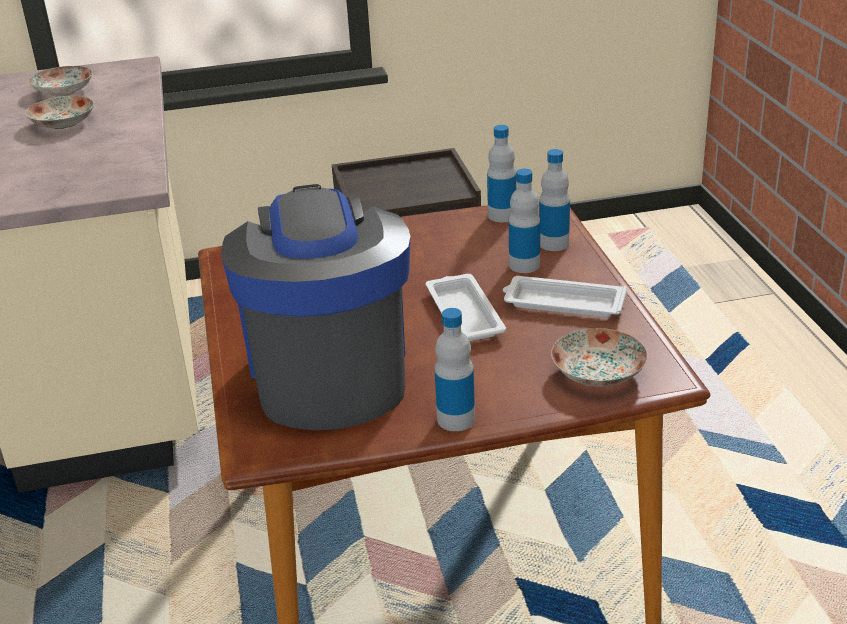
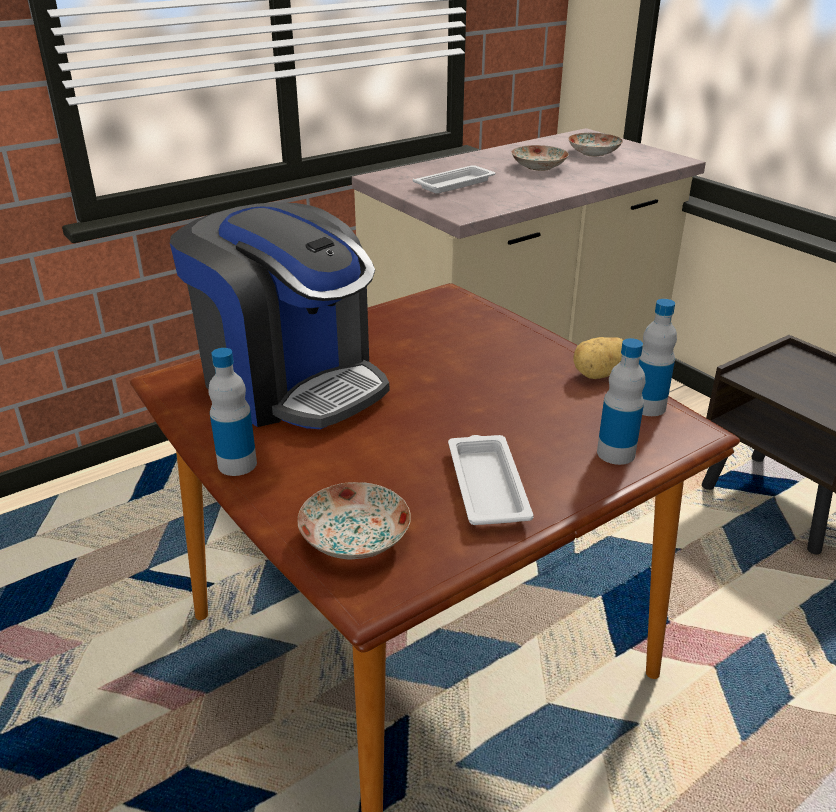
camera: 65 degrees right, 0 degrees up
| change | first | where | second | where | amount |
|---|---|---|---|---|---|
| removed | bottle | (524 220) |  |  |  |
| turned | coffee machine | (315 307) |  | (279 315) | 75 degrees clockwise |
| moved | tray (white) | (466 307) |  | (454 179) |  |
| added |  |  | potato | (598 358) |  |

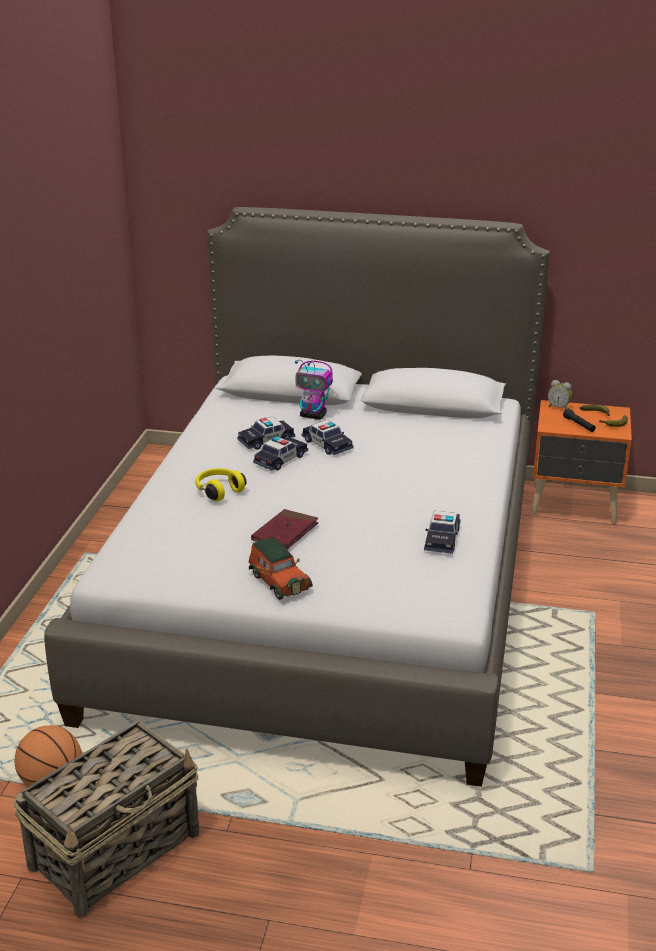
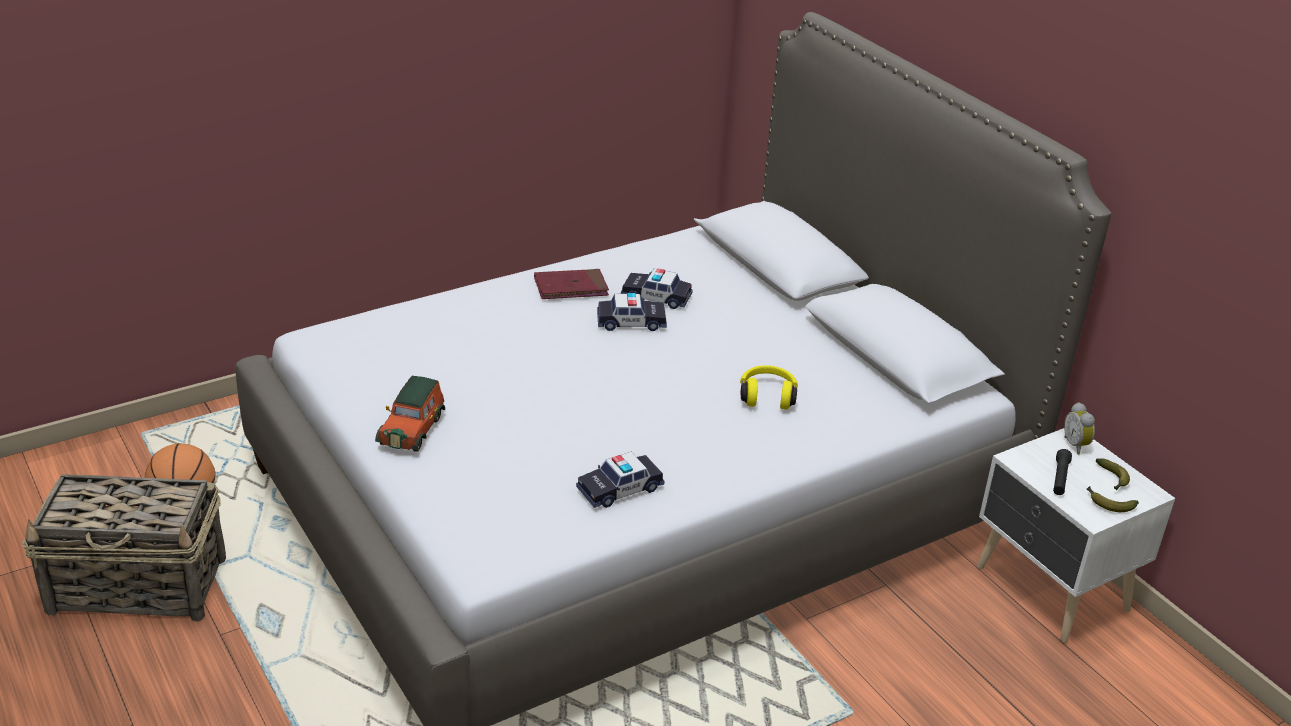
camera: 45 degrees right, 5 degrees up
| change | first | where | second | where | amount |
|---|---|---|---|---|---|
| removed | toy robot | (314 390) |  |  |  |
| recoloured | nightstand (orange) | (581 462) | nightstand (white) | (1076 535) |  |
| removed | toy car | (328 437) |  |  |  |
| moved | headphones (yellow) | (220 484) |  | (769 387) |  |
| moved | book (red) | (285 529) |  | (571 284) |  |

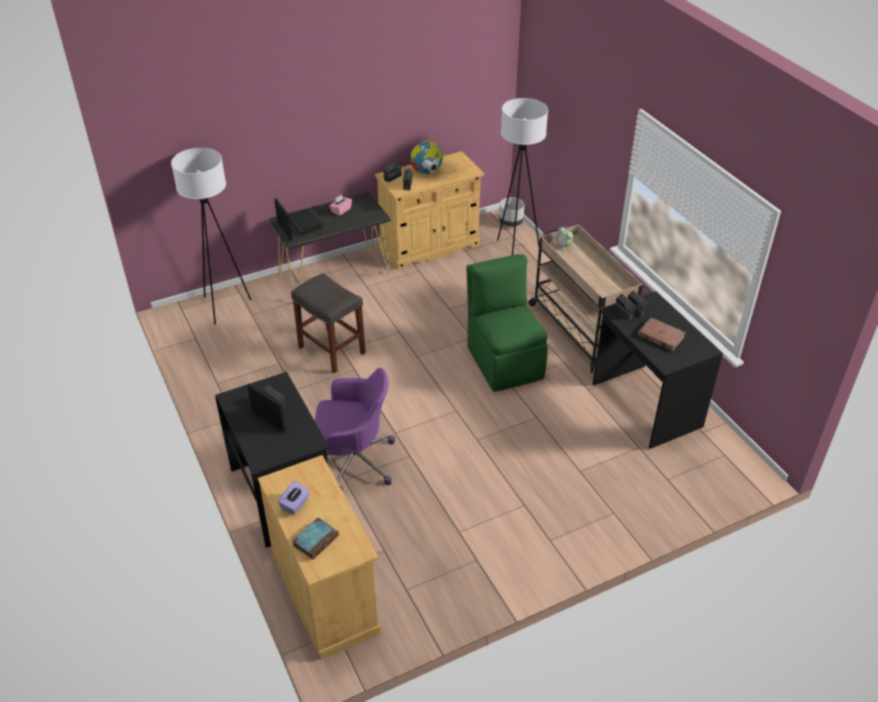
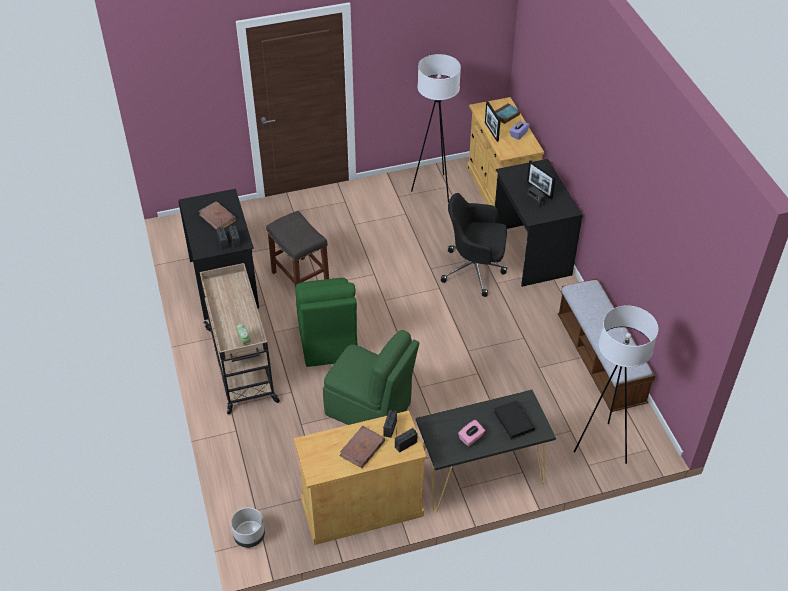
camera: 170 degrees left, 5 degrees up
| change | first | where | second | where | amount |
|---|---|---|---|---|---|
| moved | floor lamp (white) | (522 176) |  | (436 128) |  |
| replaced | globe | (427 157) | book (brown) | (362 447) |  |
| moved | picture frame | (283 219) |  | (493 121) |  |
| moved | stool (grey) | (328 323) |  | (297 249) |  |
| recoloured | office chair (purple) | (355 429) | office chair (black) | (474 245) |  |
| added |  |  | bench | (606 345) |  |
| added |  |  | chair (green) | (371 377) |  |

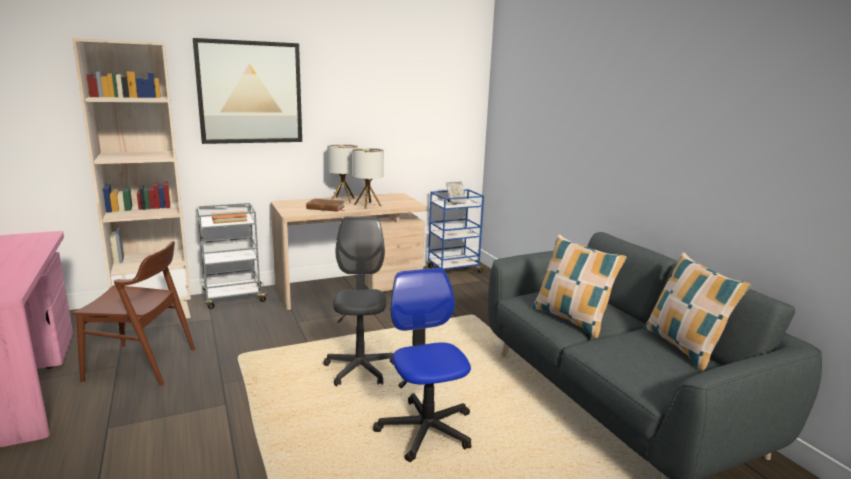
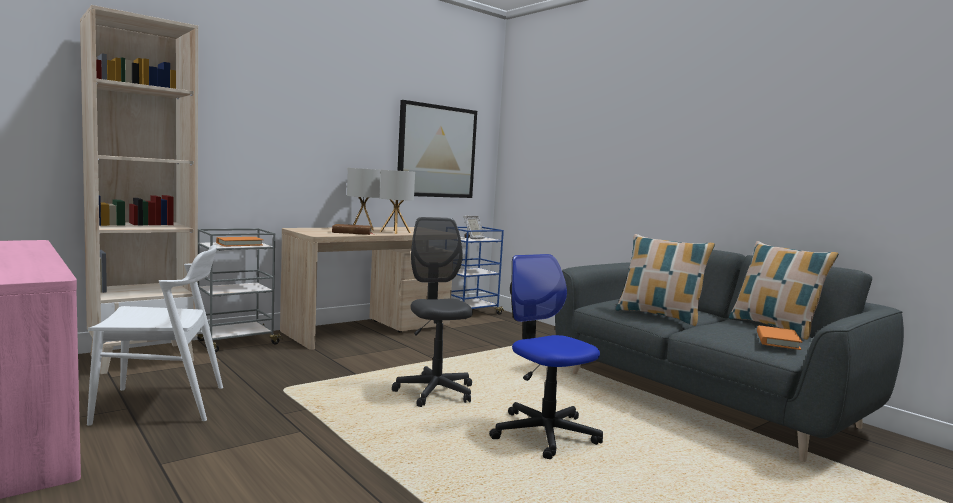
camera: 15 degrees left, 10 degrees down
| change | first | where | second | where | amount |
|---|---|---|---|---|---|
| moved | picture | (247 91) |  | (437 149) |  |
| recoloured | chair (brown) | (133 313) | chair (white) | (155 335) |  |
| added |  |  | book (orange) | (779 338) |  |

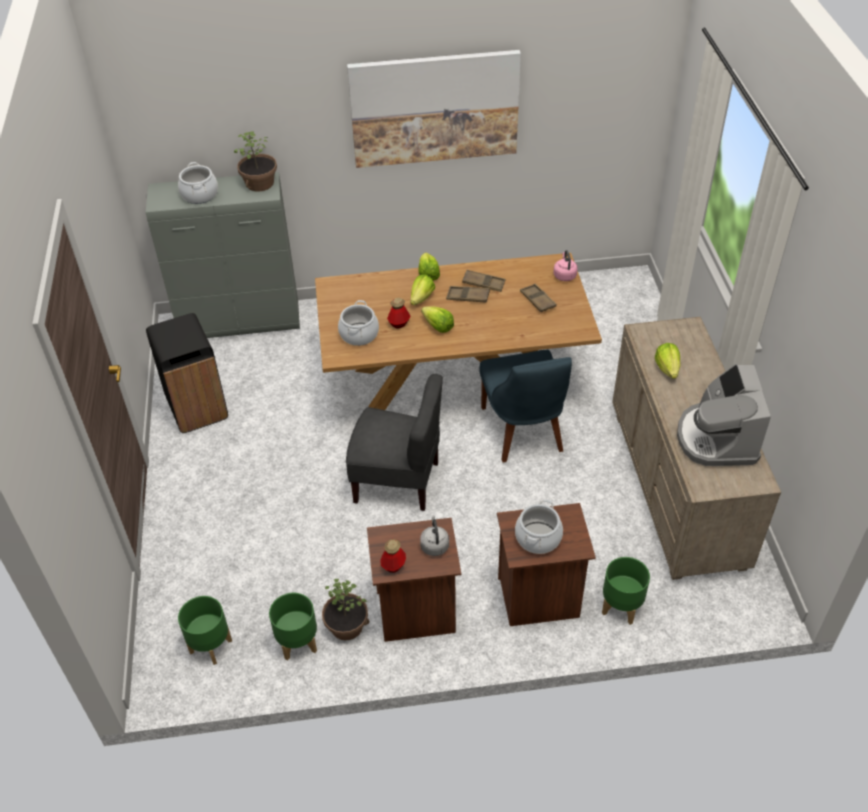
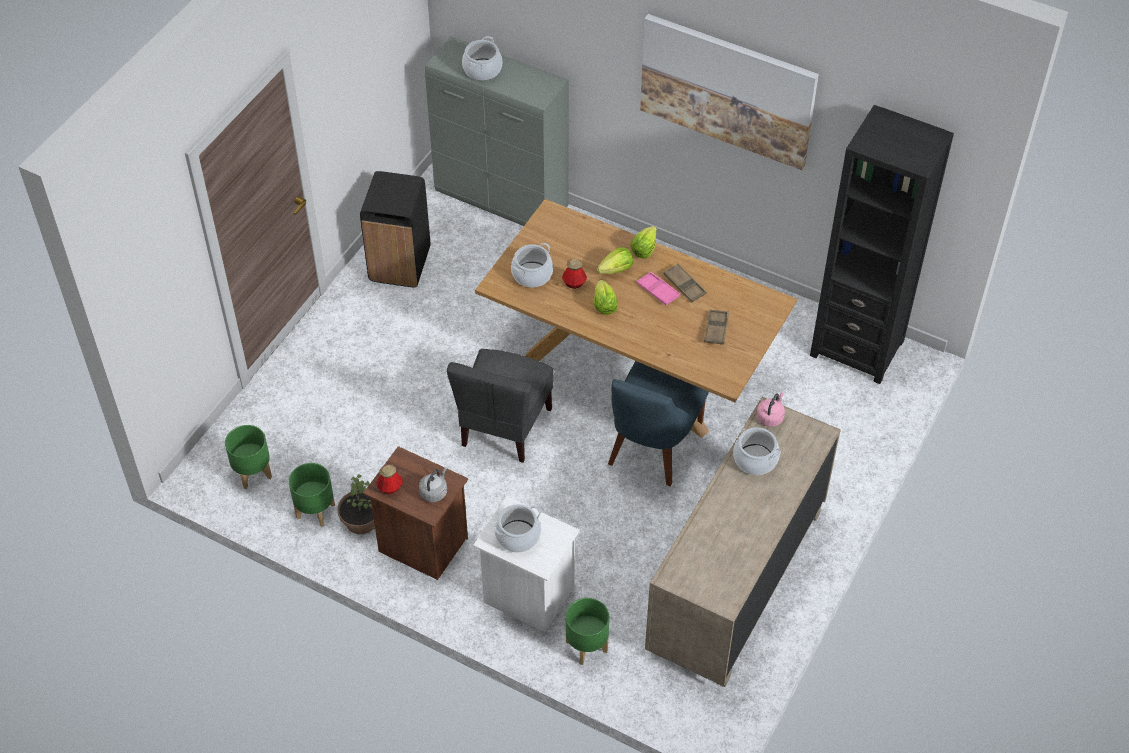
camera: 35 degrees right, 5 degrees up
| change | first | where | second | where | amount |
|---|---|---|---|---|---|
| removed | potted plant | (255 161) |  |  |  |
| moved | kettle (pink) | (566 265) |  | (771 410) |  |
| recoloured | tray (brown) | (468 294) | tray (pink) | (658 288) |  |
| replaced | lettuce | (668 361) | cooking pot | (757 451) |  |
| removed | coffee machine | (724 415) |  |  |  |
| turned | chair (grey) | (394 442) |  | (500 406) | 60 degrees clockwise |
| recoloured | nightstand (brown) | (546 564) | nightstand (white) | (526 564) |  |
| added |  |  | bookcase (black) | (882 244) |  |

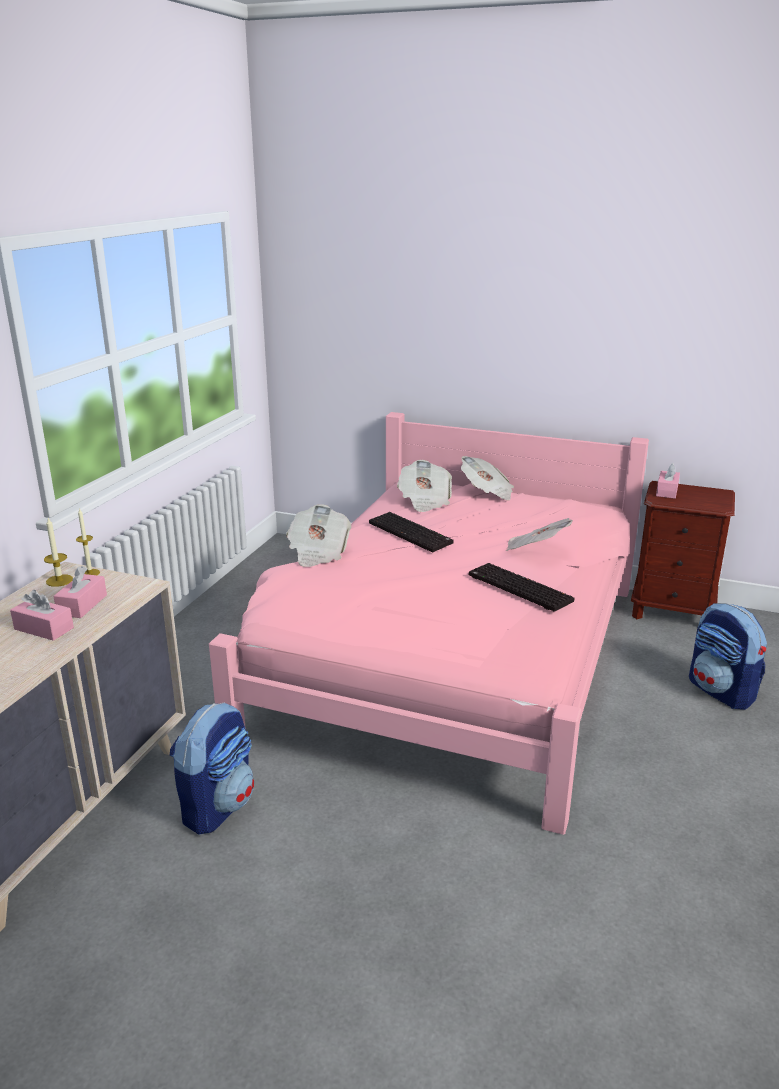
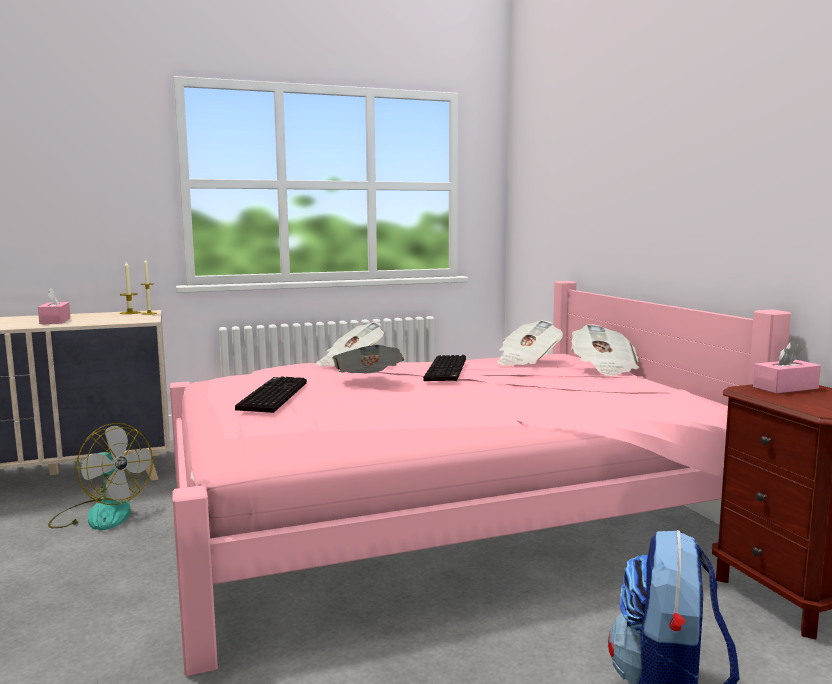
camera: 50 degrees right, 15 degrees down
| change | first | where | second | where | amount |
|---|---|---|---|---|---|
| moved | newspaper | (539 534) |  | (368 359) |  |
| moved | keyboard | (521 587) |  | (271 394) |  |
| removed | tissue box (pink) | (80 592) |  |  |  |
| replaced | backpack | (212 768) | fan | (100 476) |  |

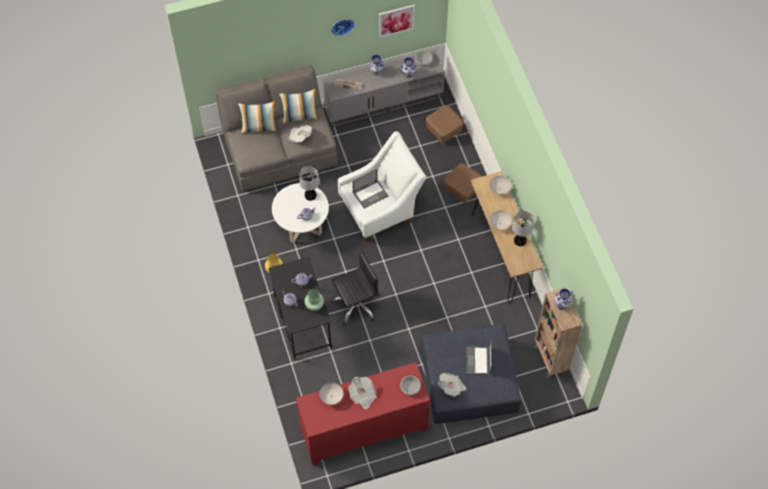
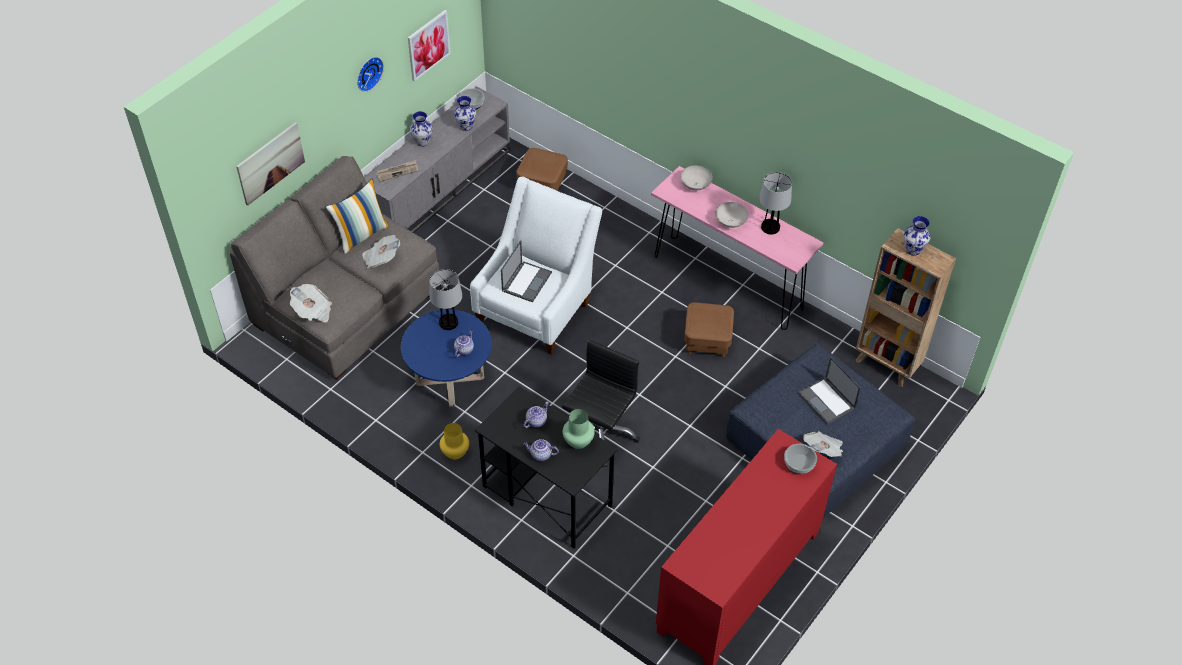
camera: 35 degrees left, 10 degrees down
| change | first | where | second | where | amount |
|---|---|---|---|---|---|
| removed | pillow | (258 117) |  |  |  |
| moved | ottoman (brown) | (463 183) |  | (709 329) |  |
| recoloured | console table (brown) | (507 237) | console table (pink) | (737 248) |  |
| recoloured | coffee table (white) | (300 213) | coffee table (blue) | (446 358) |  |
| moved | newspaper | (362 393) |  | (311 303) |  |
| removed | bowl (white) | (331 394) |  |  |  |
| added |  |  | picture | (270 164) |  |

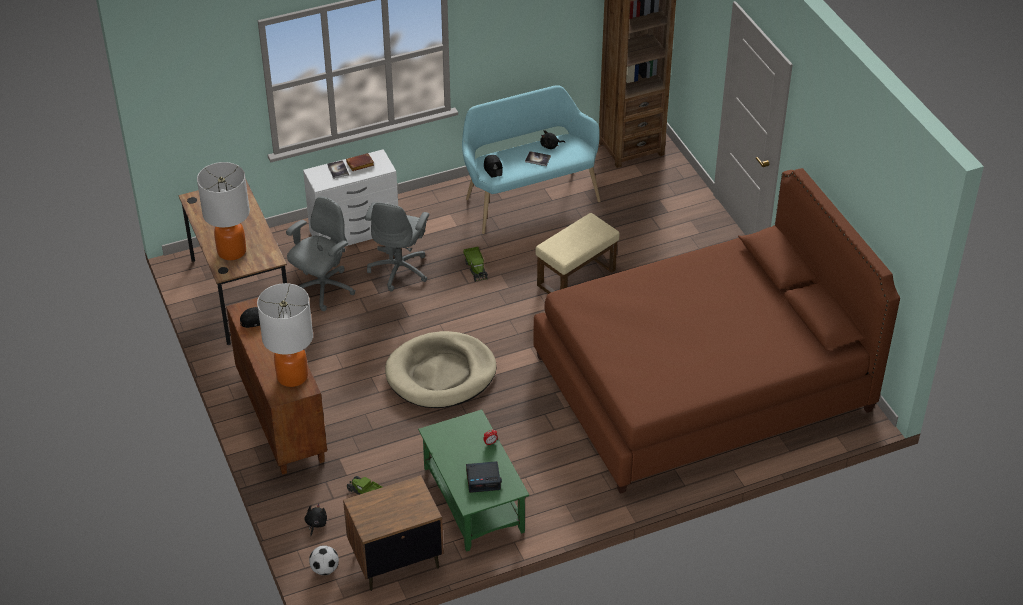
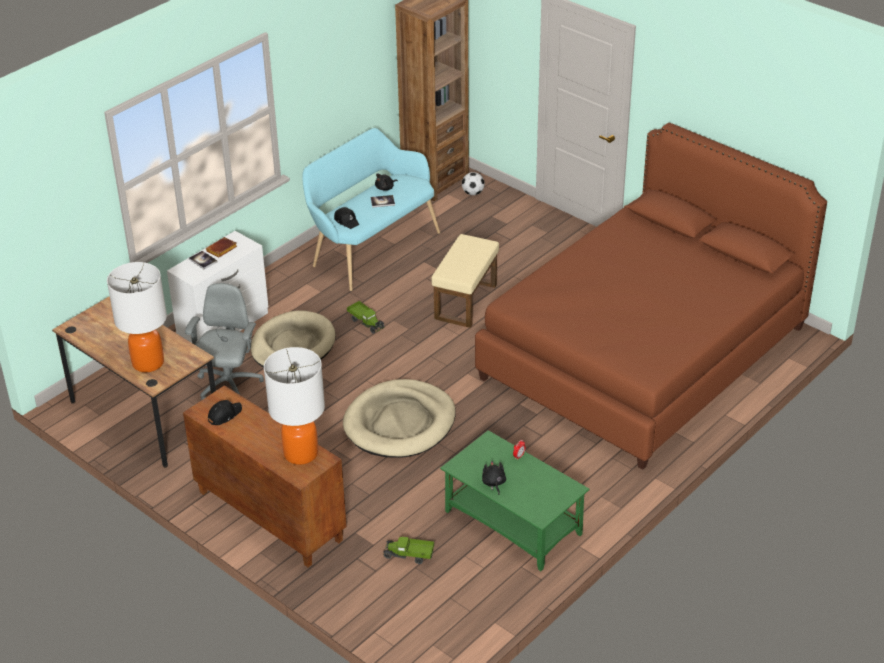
camera: 25 degrees left, 5 degrees down
| change | first | where | second | where | amount |
|---|---|---|---|---|---|
| replaced | office chair (grey) | (397 246) | dog bed (beige) | (292 339) |  |
| removed | alarm clock | (484 477) |  |  |  |
| removed | nightstand (brown) | (393 533) |  |  |  |
| moved | plush toy (black) | (316 520) |  | (494 478) |  |
| moved | football | (324 560) |  | (473 183) |  |

